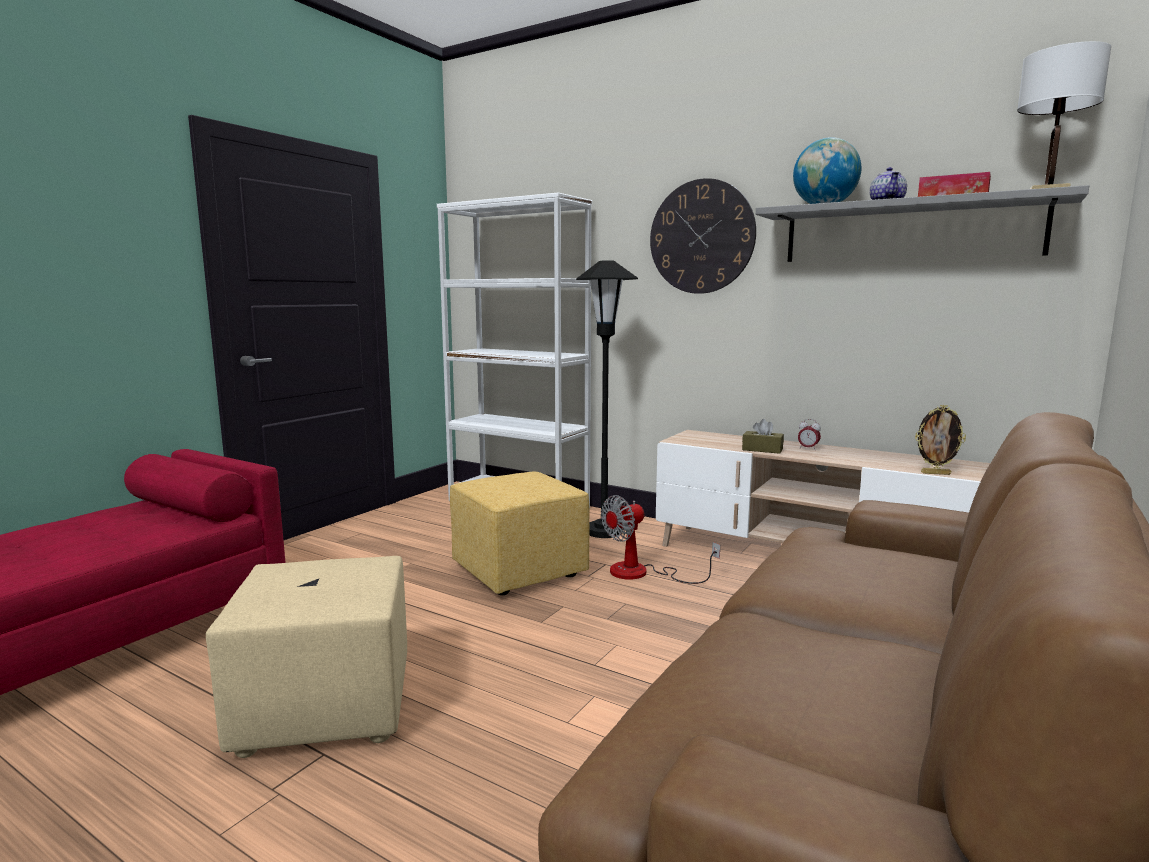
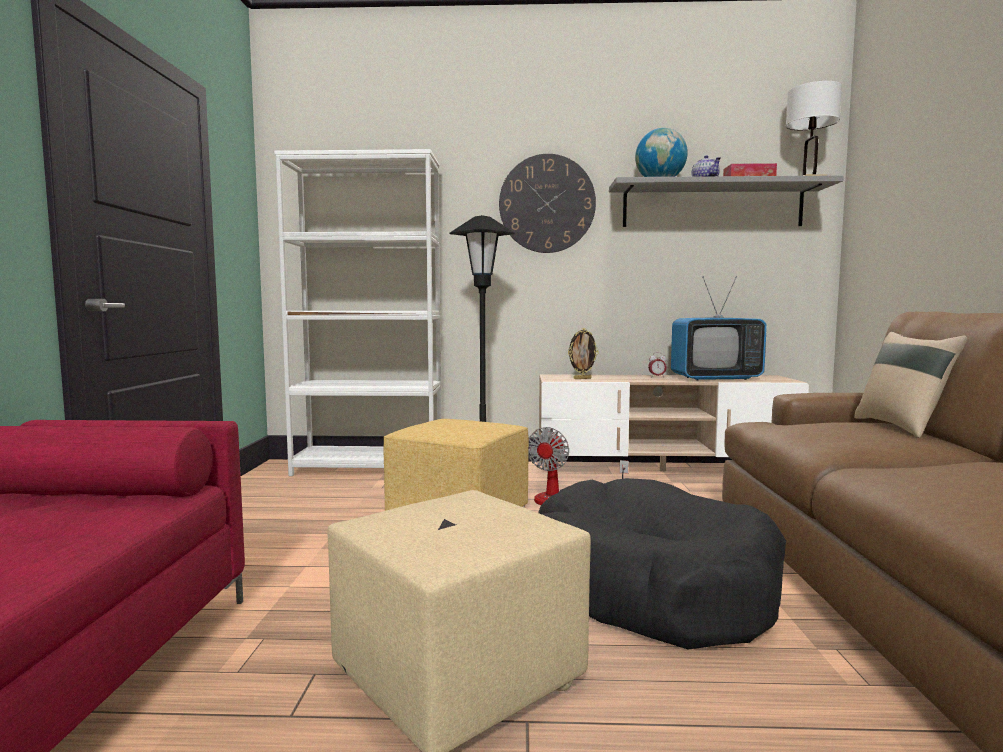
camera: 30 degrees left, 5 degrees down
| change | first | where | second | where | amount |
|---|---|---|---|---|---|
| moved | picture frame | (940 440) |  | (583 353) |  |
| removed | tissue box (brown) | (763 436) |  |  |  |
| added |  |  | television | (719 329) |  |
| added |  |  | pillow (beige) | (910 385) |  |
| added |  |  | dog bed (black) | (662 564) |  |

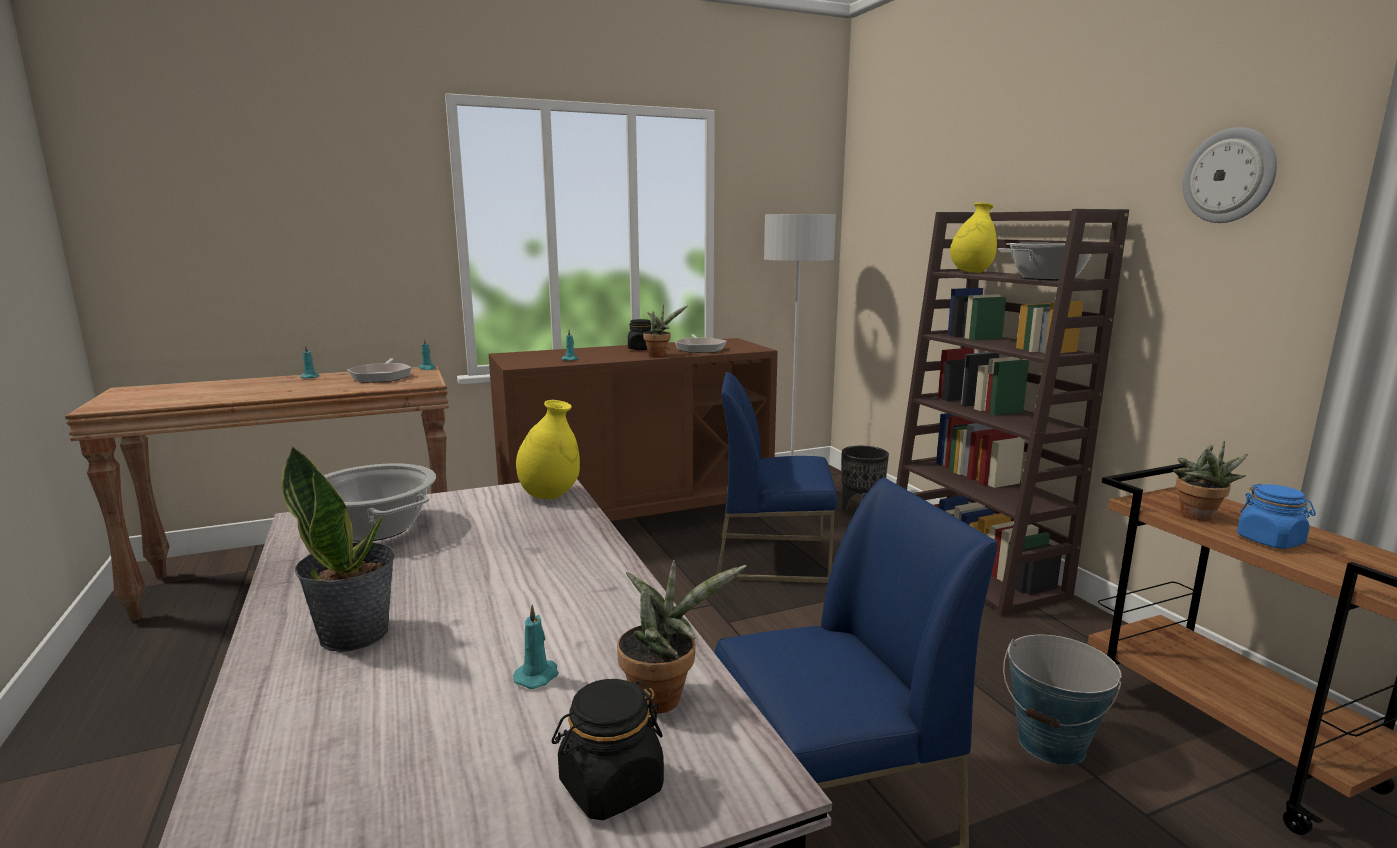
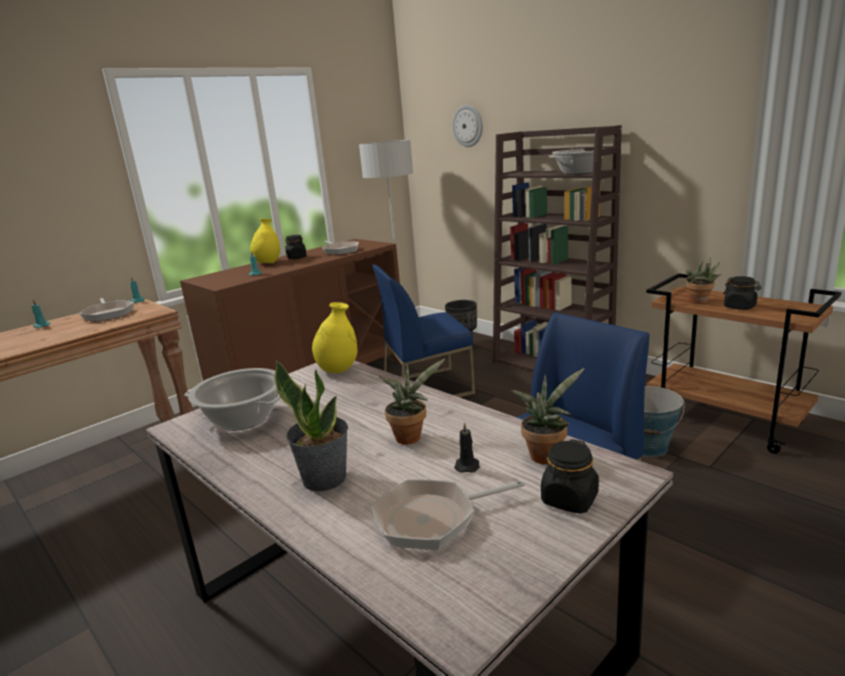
camera: 20 degrees left, 5 degrees up
| change | first | where | second | where | amount |
|---|---|---|---|---|---|
| moved | wall clock | (1229 175) |  | (467 126) |  |
| moved | vase (yellow) | (973 237) |  | (265 241) |  |
| moved | potted plant | (665 330) |  | (412 402) |  |
| recoloured | jar (blue) | (1276 516) | jar (black) | (742 293) |  |
| recoloured | candle (turquoise) | (536 647) | candle (black) | (467 447) |  |
| added |  |  | frying pan | (448 514) |  |

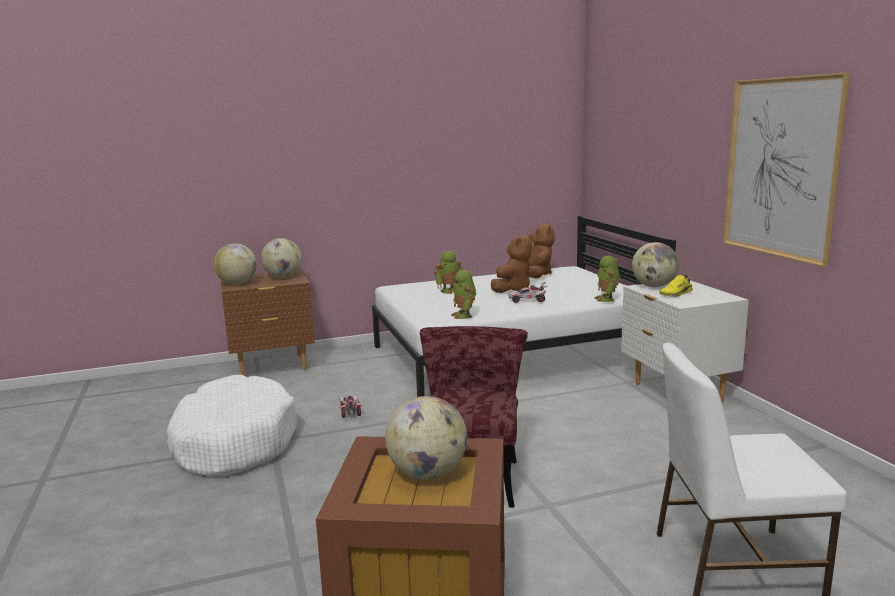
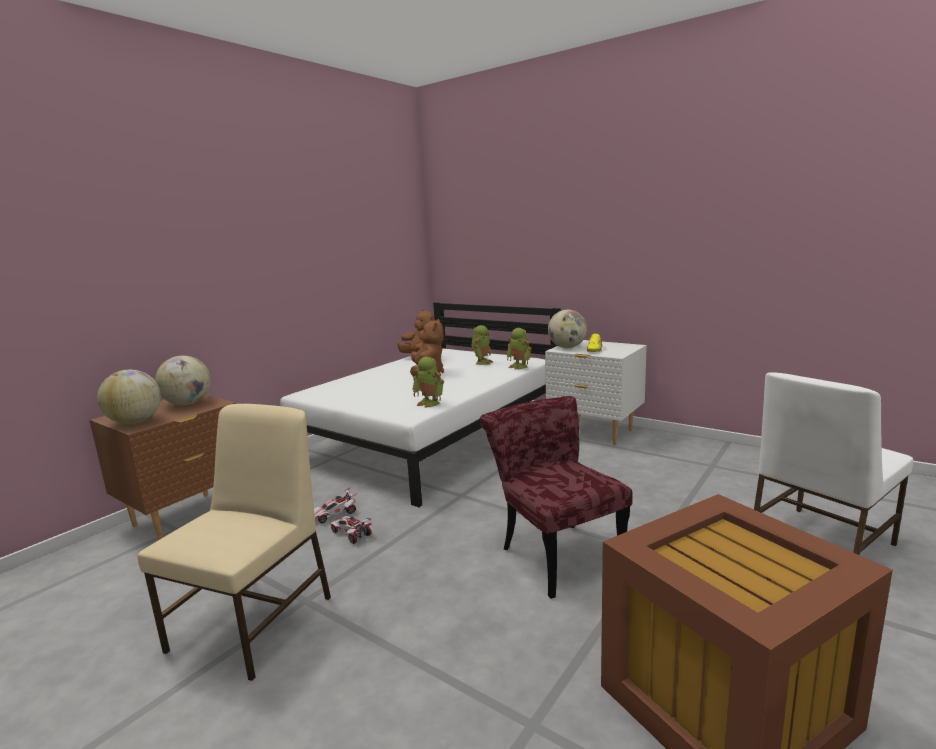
camera: 35 degrees left, 0 degrees up
| change | first | where | second | where | amount |
|---|---|---|---|---|---|
| removed | picture | (786 169) |  |  |  |
| moved | toy robot | (448 272) |  | (482 345) |  |
| moved | toy car | (528 292) |  | (335 505) |  |
| replaced | dog bed (white) | (232 426) | chair (beige) | (234 542) |  |
| removed | globe | (426 437) |  |  |  |

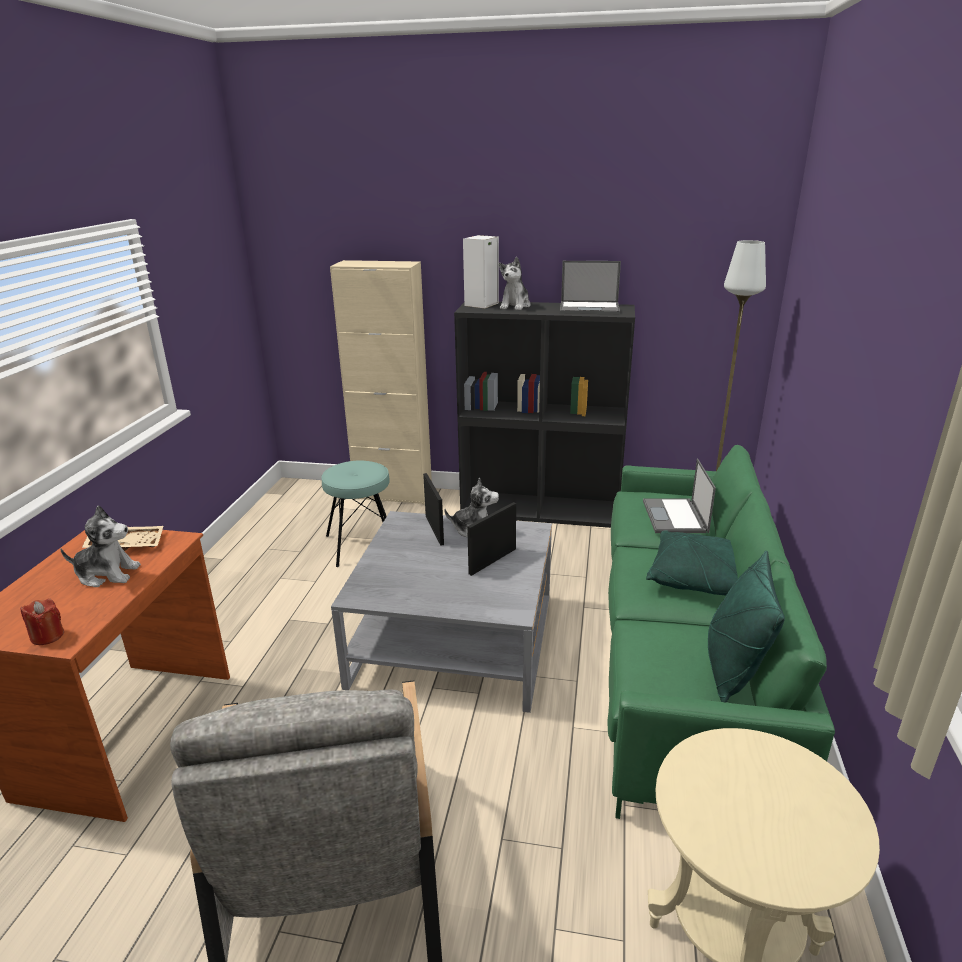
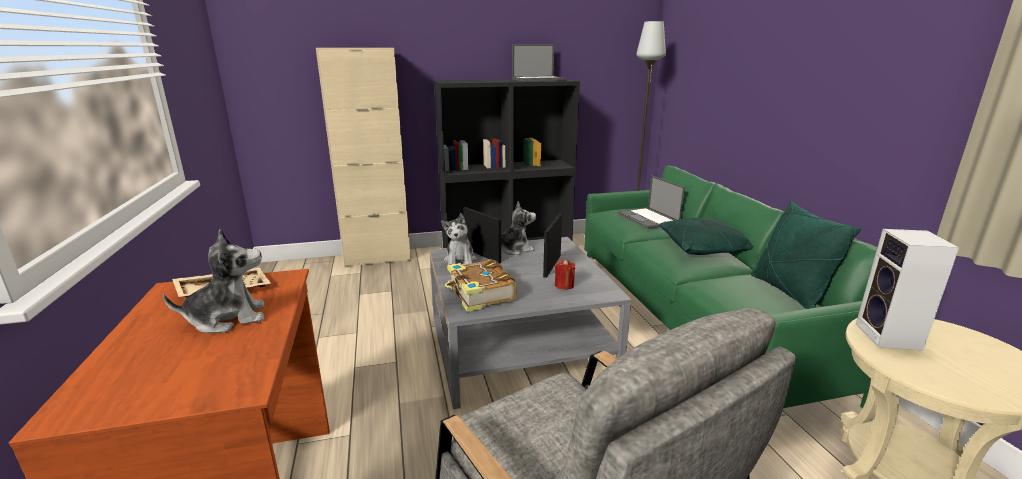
camera: 25 degrees left, 5 degrees down
| change | first | where | second | where | amount |
|---|---|---|---|---|---|
| moved | speaker | (481 271) |  | (907 289) |  |
| moved | plush toy | (515 283) |  | (458 239) |  |
| removed | stool (turquoise) | (355 513) |  |  |  |
| moved | candle (red) | (42 621) |  | (565 274) |  |
| added |  |  | book | (480 285) |  |

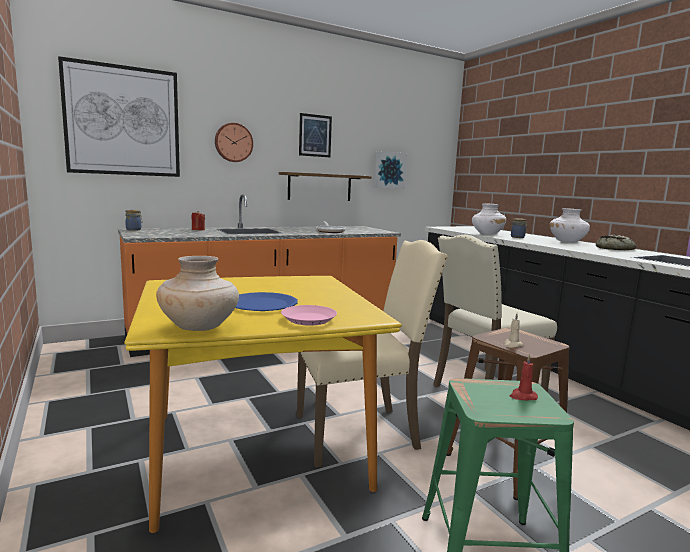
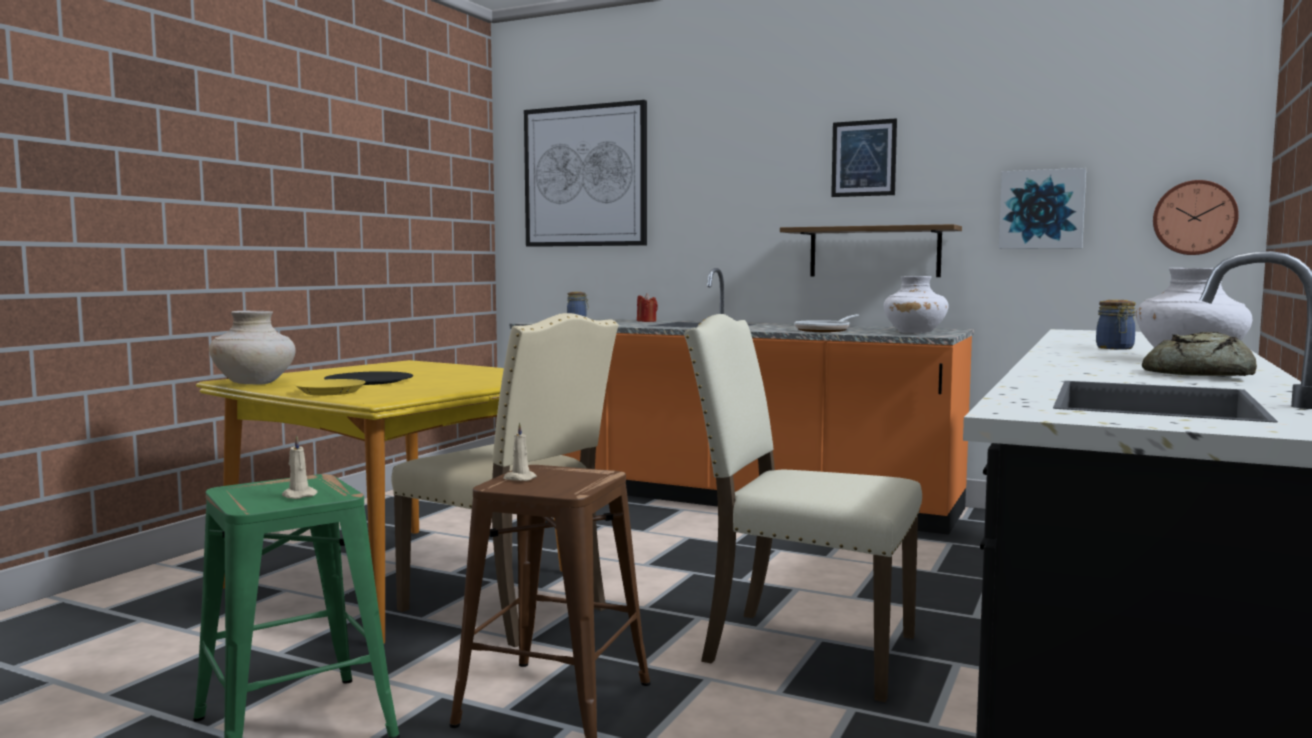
camera: 55 degrees right, 5 degrees down
| change | first | where | second | where | amount |
|---|---|---|---|---|---|
| moved | wall clock | (234 142) |  | (1196 217) |  |
| moved | vase (white) | (489 218) |  | (916 304) |  |
| recoloured | plate (blue) | (266 301) | plate (black) | (368 378) |  |
| recoloured | plate (pink) | (309 315) | plate (yellow) | (330 387) |  |
| recoloured | candle (red) | (524 377) | candle (beige) | (300 467) |  |

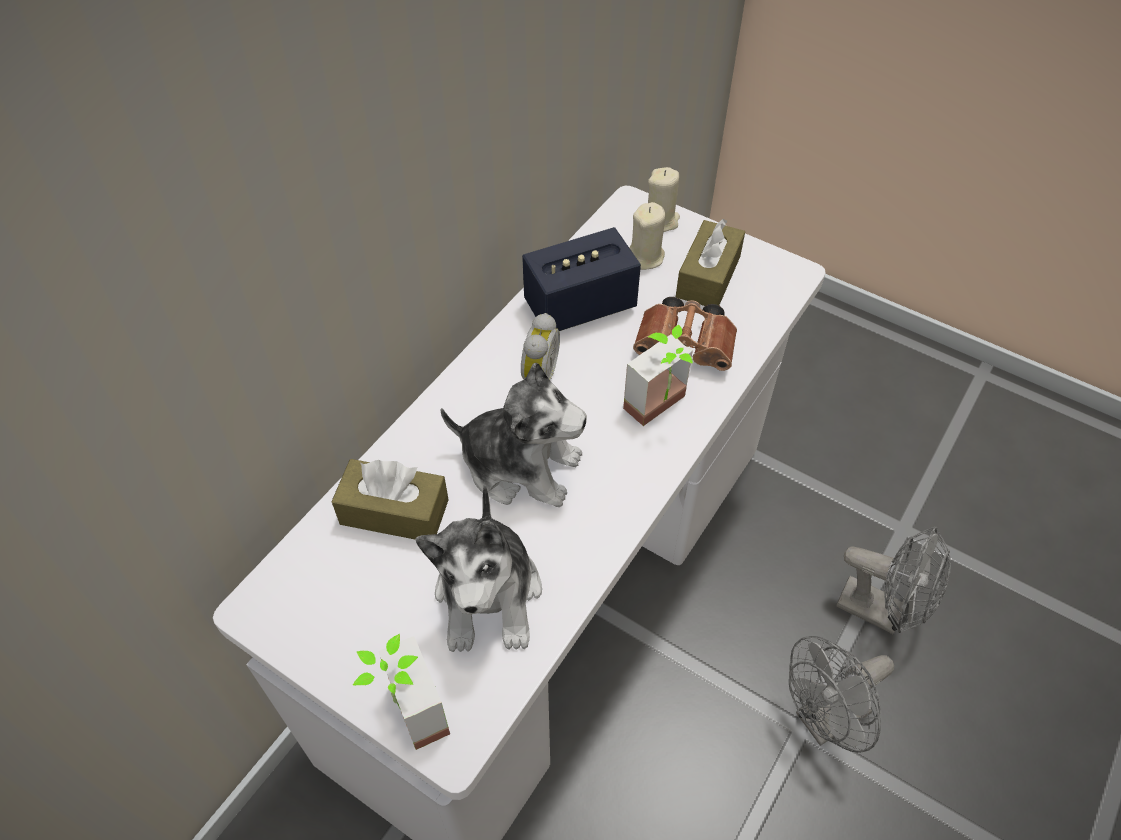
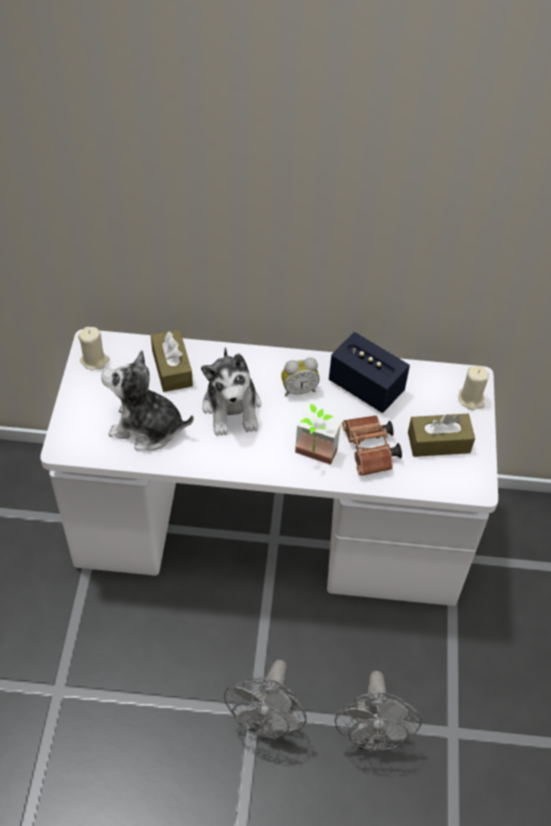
camera: 60 degrees right, 0 degrees up
| change | first | where | second | where | amount |
|---|---|---|---|---|---|
| moved | candle (beige) | (647 236) |  | (94 348) |  |
| turned | plush toy | (478 568) |  | (147 400) | 45 degrees clockwise |
| removed | potted plant | (401 692) |  |  |  |
| turned | fan (grey) | (841 694) |  | (265 700) | 105 degrees counterclockwise |

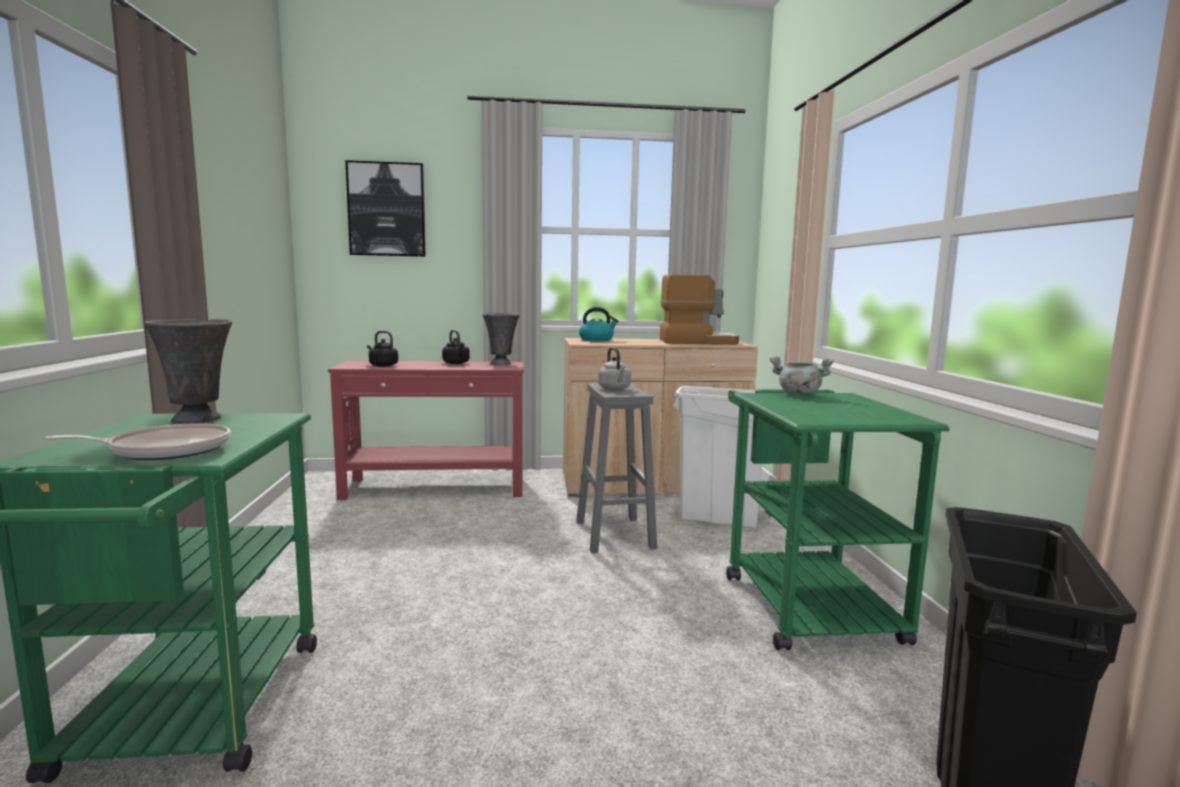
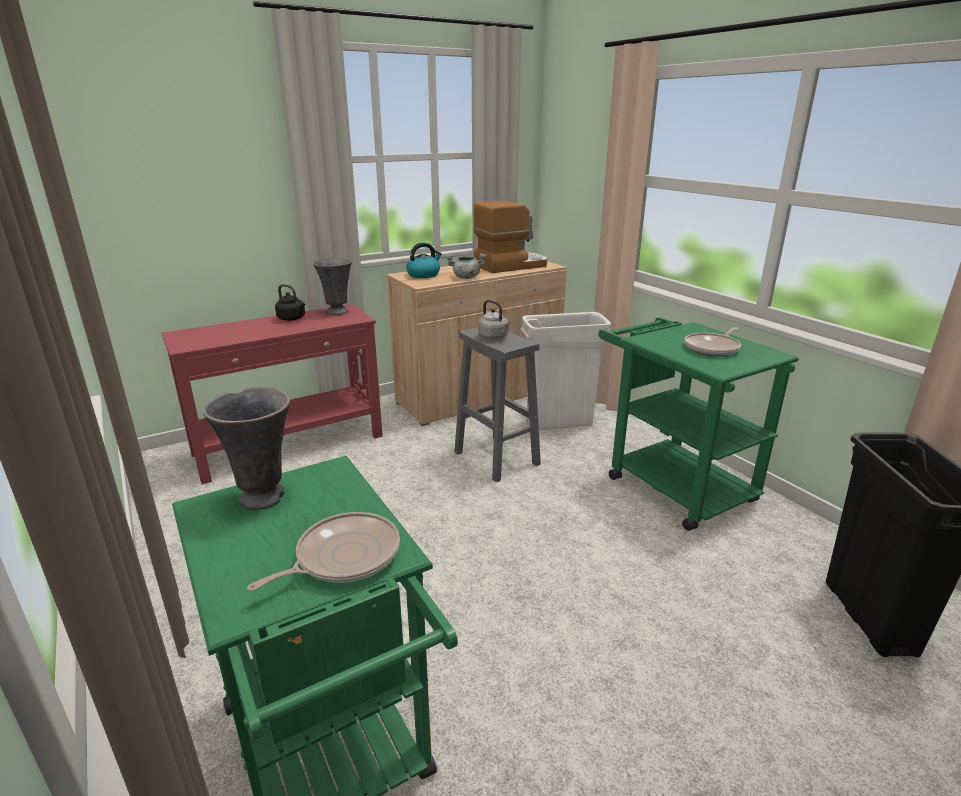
camera: 25 degrees left, 15 degrees up
| change | first | where | second | where | amount |
|---|---|---|---|---|---|
| removed | picture | (385 208) |  |  |  |
| removed | kettle (black) | (382 349) |  |  |  |
| moved | cooking pot (grey) | (802 375) |  | (465 266) |  |
| added |  |  | frying pan | (712 341) |  |

